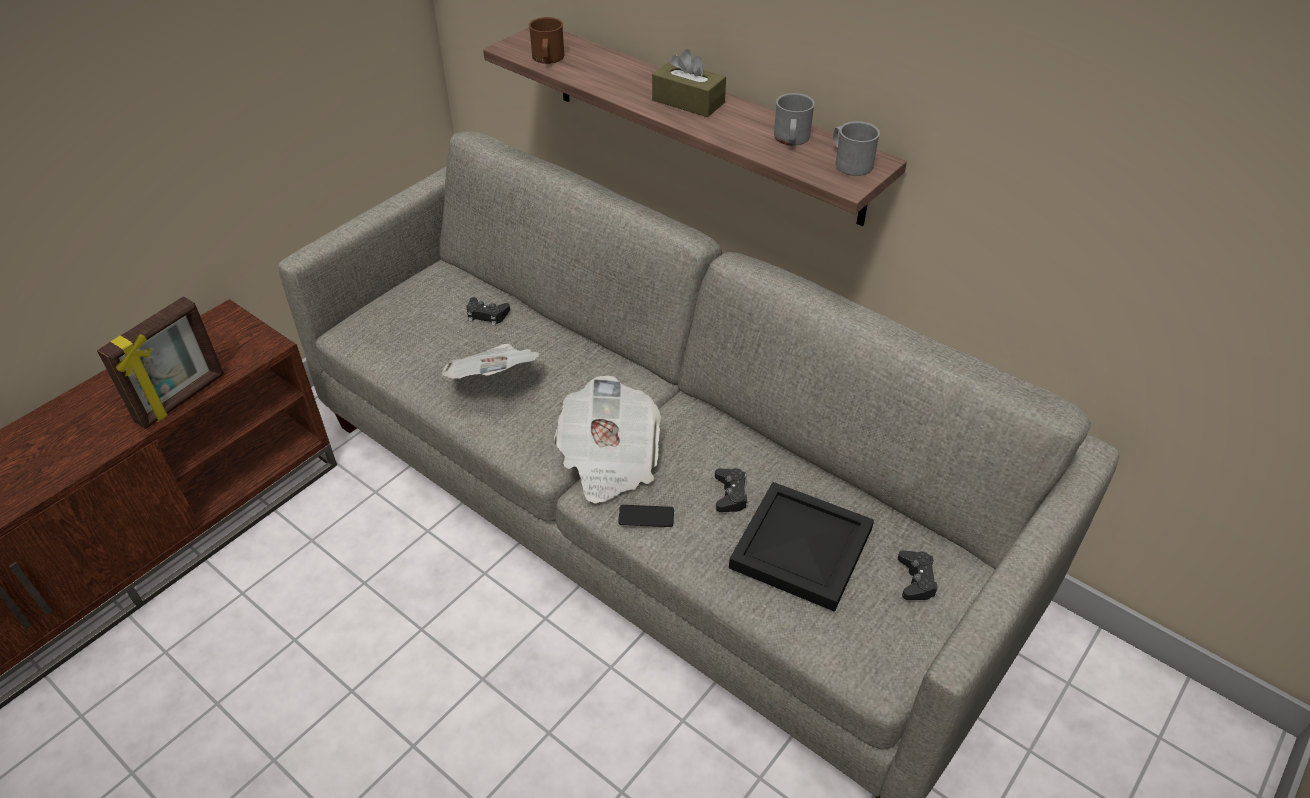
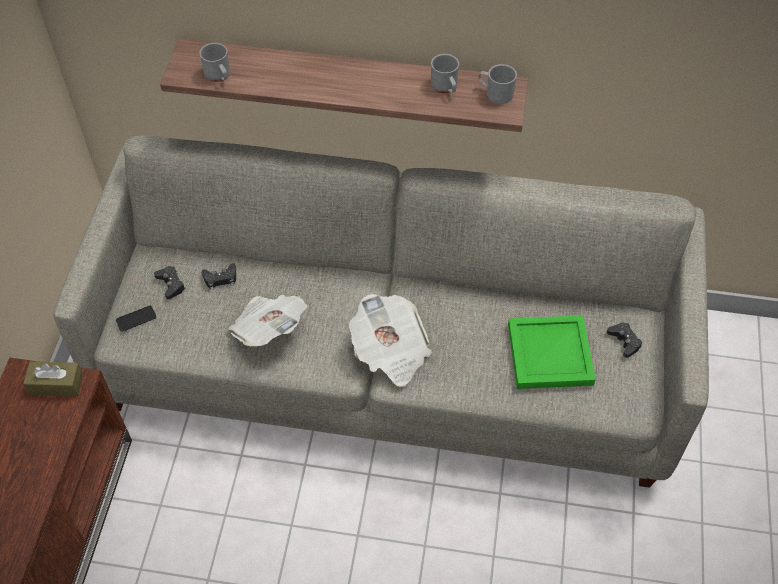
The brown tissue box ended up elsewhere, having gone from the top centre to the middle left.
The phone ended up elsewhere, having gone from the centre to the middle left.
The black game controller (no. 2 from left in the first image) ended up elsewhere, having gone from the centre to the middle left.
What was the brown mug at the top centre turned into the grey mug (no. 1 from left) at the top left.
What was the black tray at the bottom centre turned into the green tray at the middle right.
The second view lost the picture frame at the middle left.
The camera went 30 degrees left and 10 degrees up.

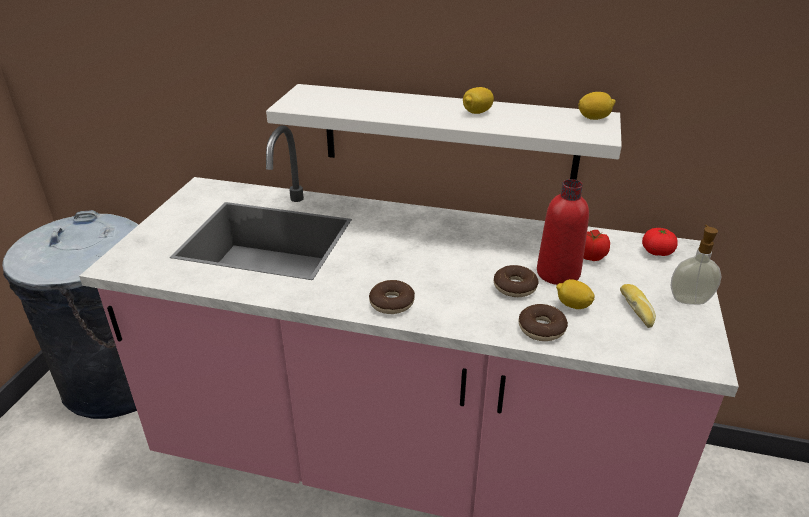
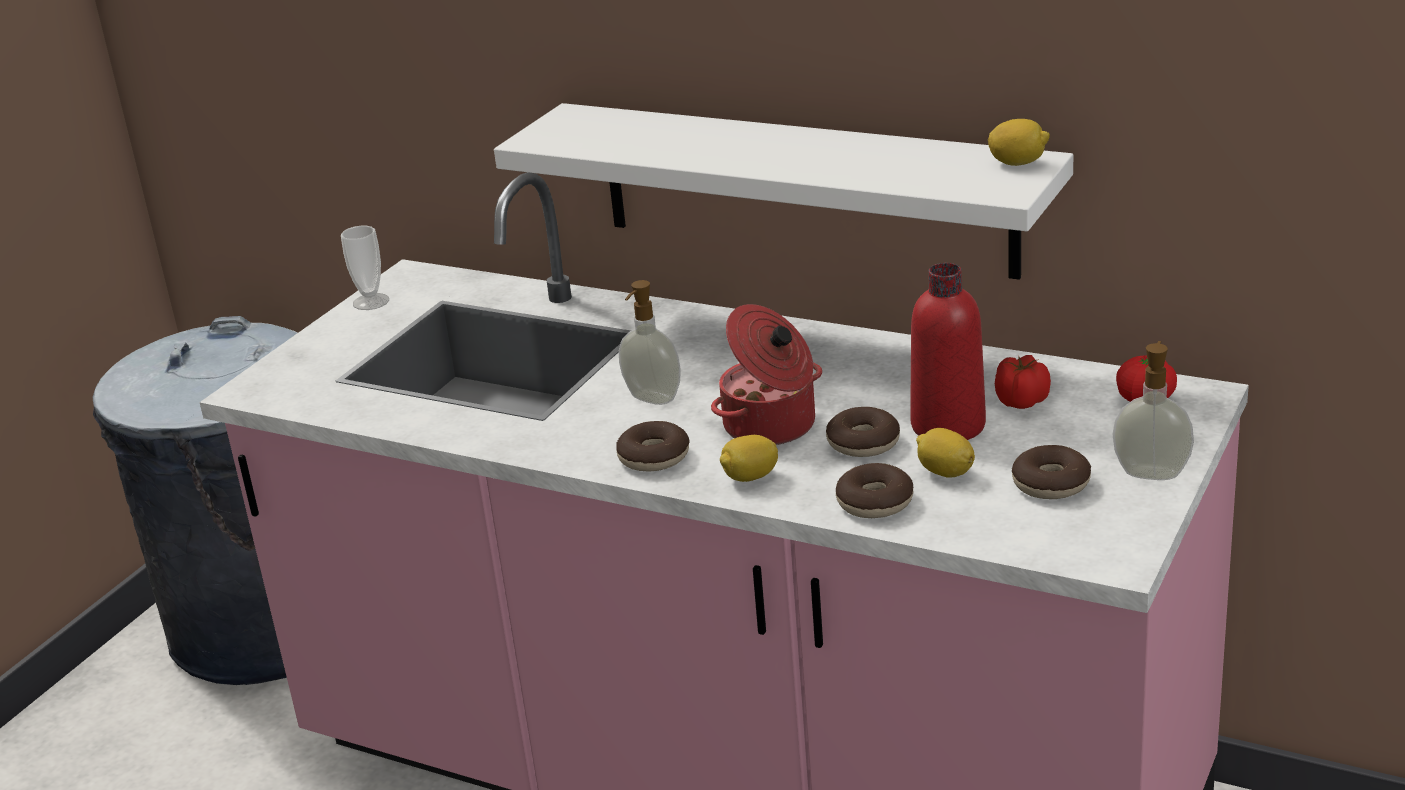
The second view gained the cup at the middle left.
The second view gained the soap dispenser (no. 1 from left) at the centre.
The second view gained the cooking pot at the centre.
The lemon (no. 1 from left) ended up elsewhere, having gone from the top centre to the centre.
Where the bread stood at the middle right, the donut (no. 4 from left) came to stand at the middle right.
The camera went 15 degrees right and 5 degrees down.

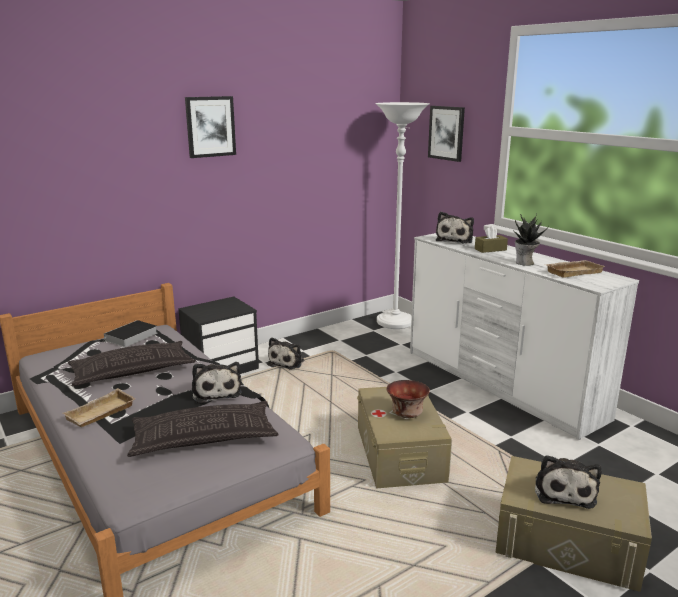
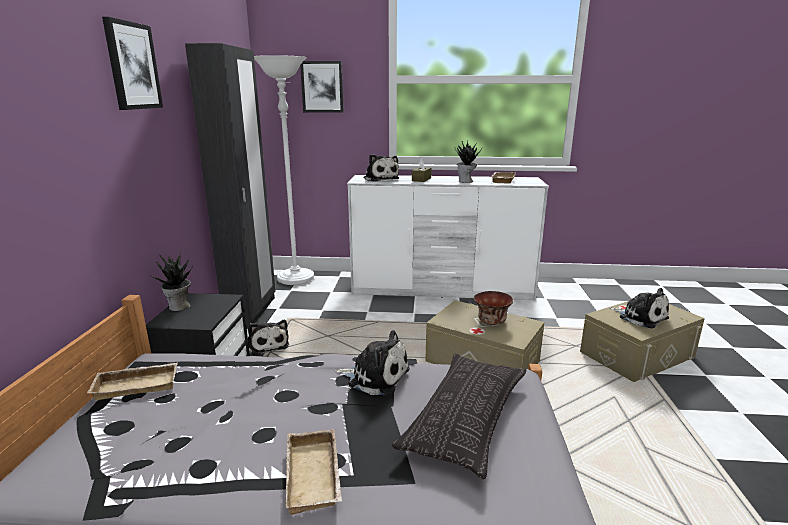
Where the book stood at the middle left, the beige tray (no. 1 from left) came to stand at the bottom left.
The second view gained the potted plant (no. 1 from left) at the middle left.
The second view gained the black wardrobe at the middle left.
The second view lost the pillow (no. 1 from left) at the middle left.
The camera went 50 degrees left and 0 degrees up.

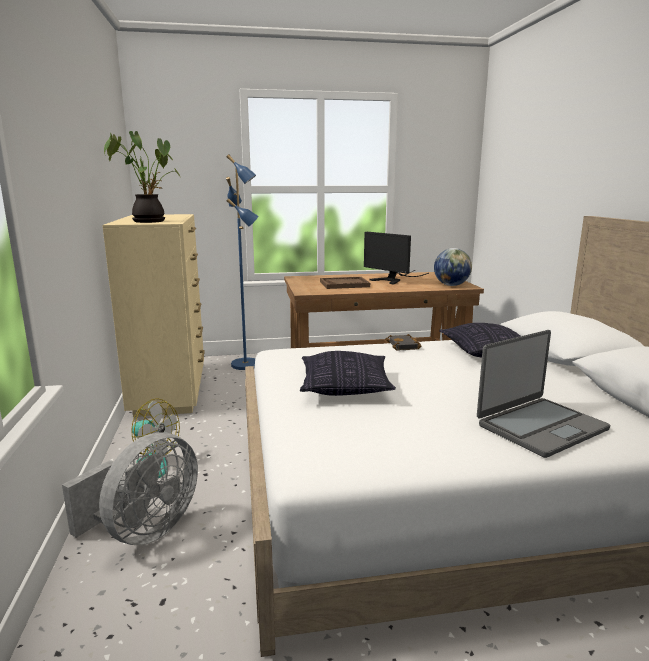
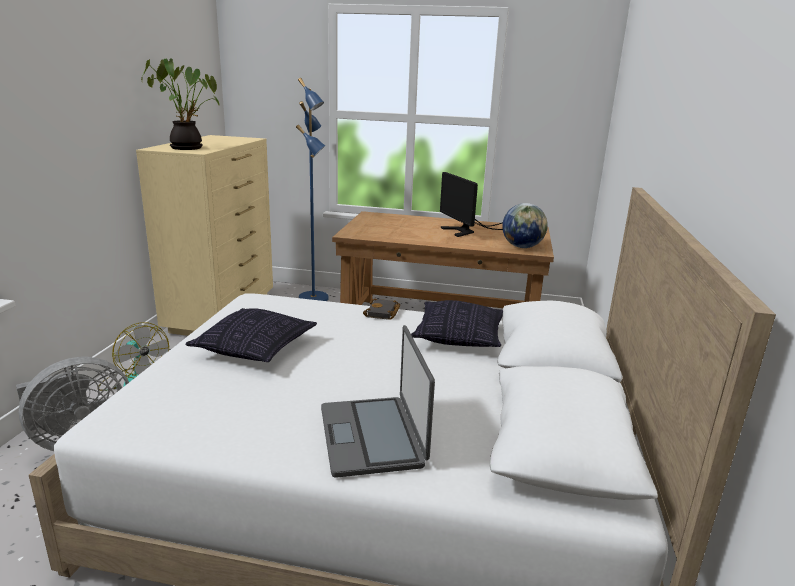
The laptop at the middle right ended up facing another way, 90 degrees clockwise from before.
The second view lost the brown tray at the centre.
The camera went 20 degrees right and 5 degrees up.

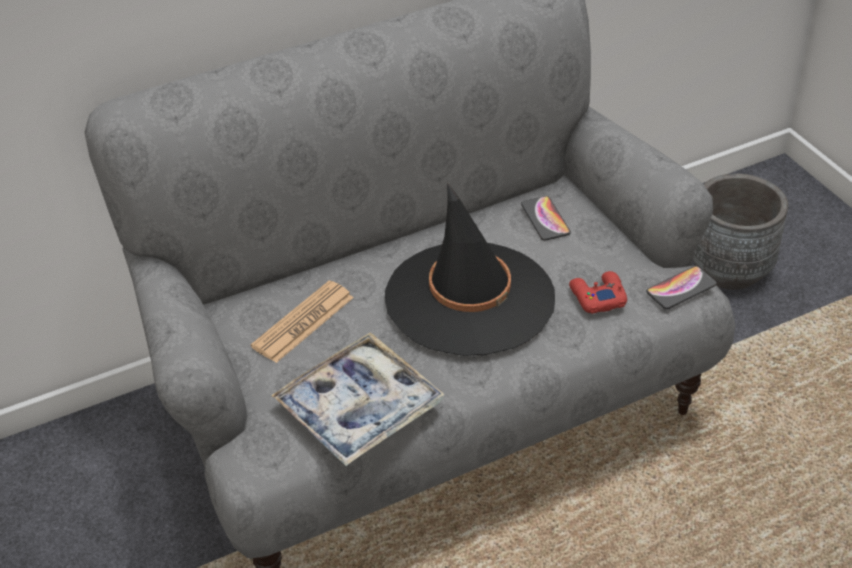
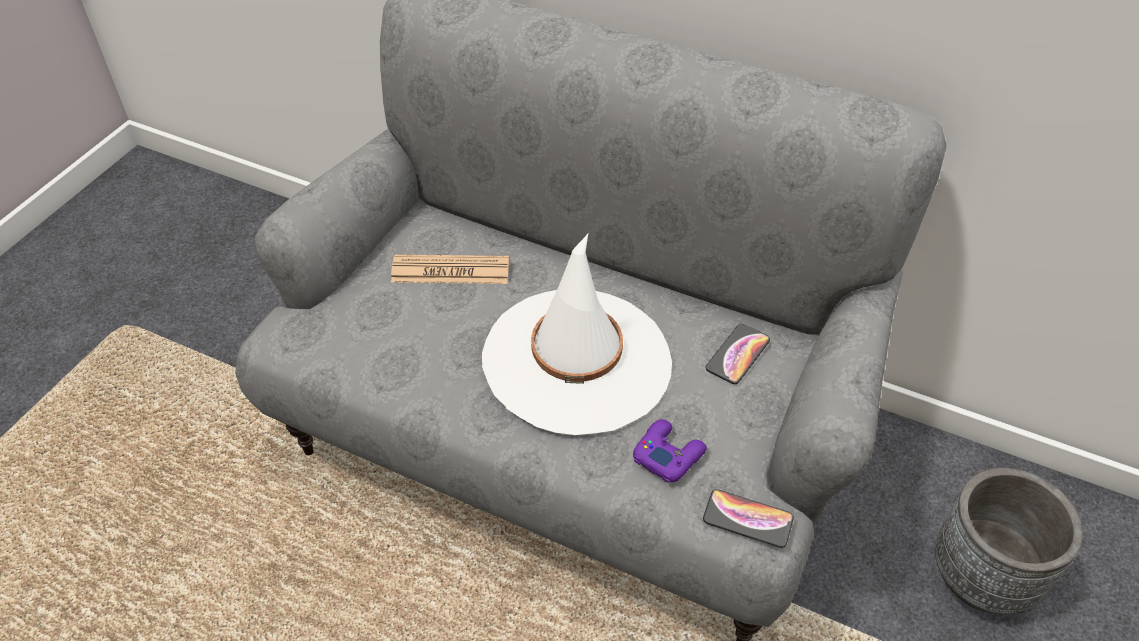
What was the black hat at the centre turned into the white hat at the centre.
What was the red game controller at the middle right turned into the purple game controller at the bottom centre.
The second view lost the tray at the bottom centre.
The camera went 50 degrees right and 5 degrees up.

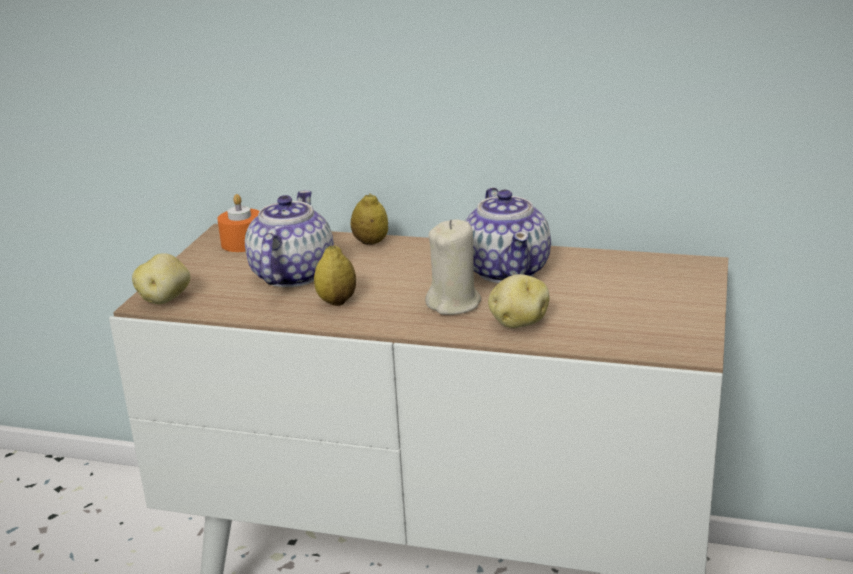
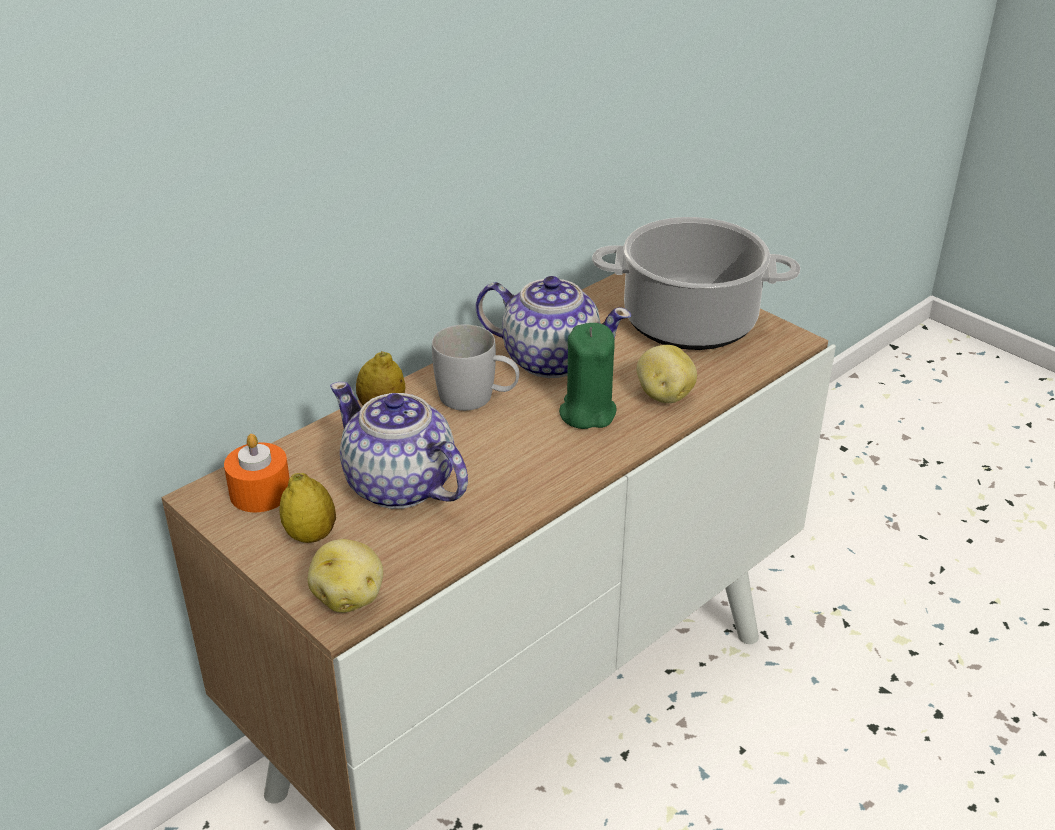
The lemon (no. 1 from left) ended up elsewhere, having gone from the centre to the middle left.
The second view gained the white mug at the centre.
What was the beige candle at the centre turned into the green candle at the centre.
The second view gained the cooking pot at the centre.
The camera went 60 degrees left and 10 degrees up.

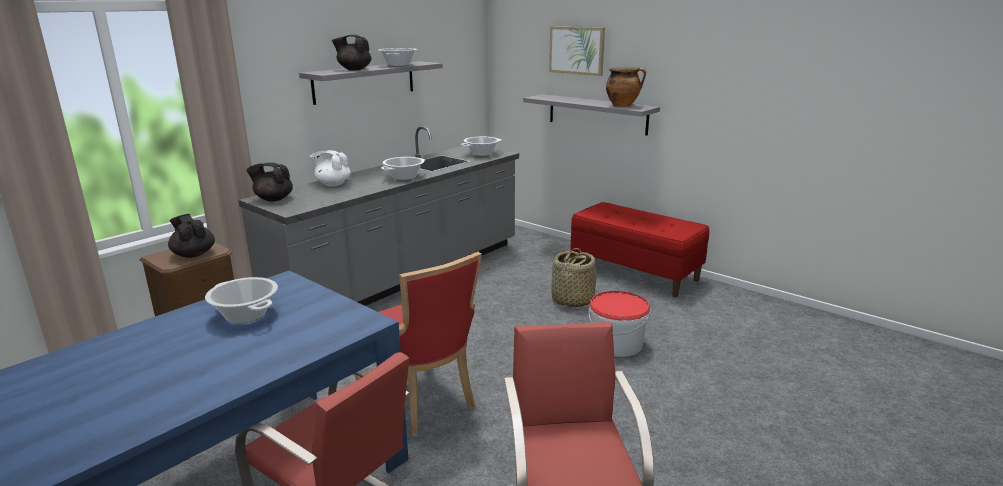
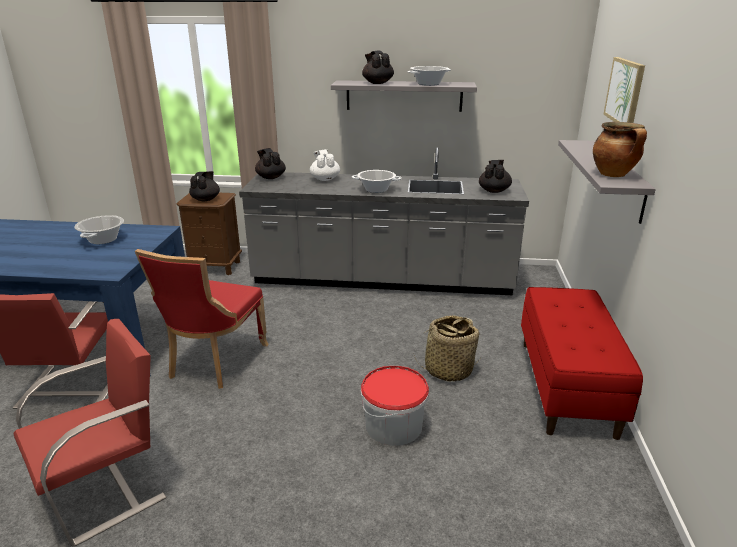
Where the cooking pot (no. 4 from left) stood at the top centre, the black teapot (no. 4 from left) came to stand at the top right.
The camera went 55 degrees right and 5 degrees up.

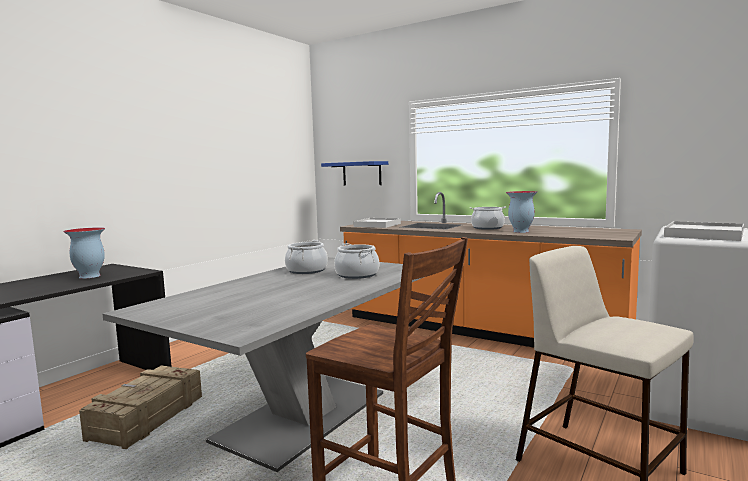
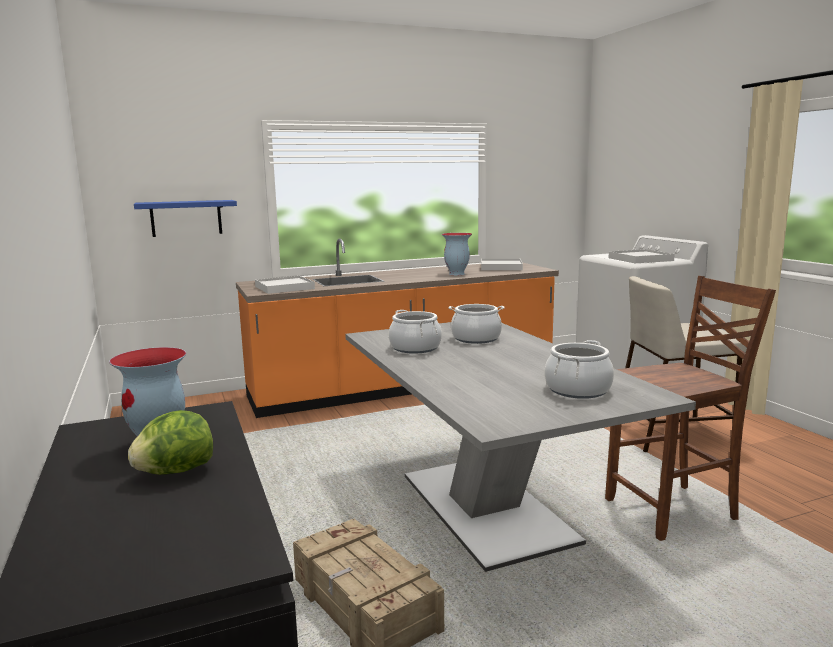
The second view gained the lettuce at the bottom left.
The second view gained the white tray (no. 2 from left) at the centre.
The cooking pot (no. 3 from left) ended up elsewhere, having gone from the centre to the middle right.
The camera went 55 degrees left and 5 degrees up.

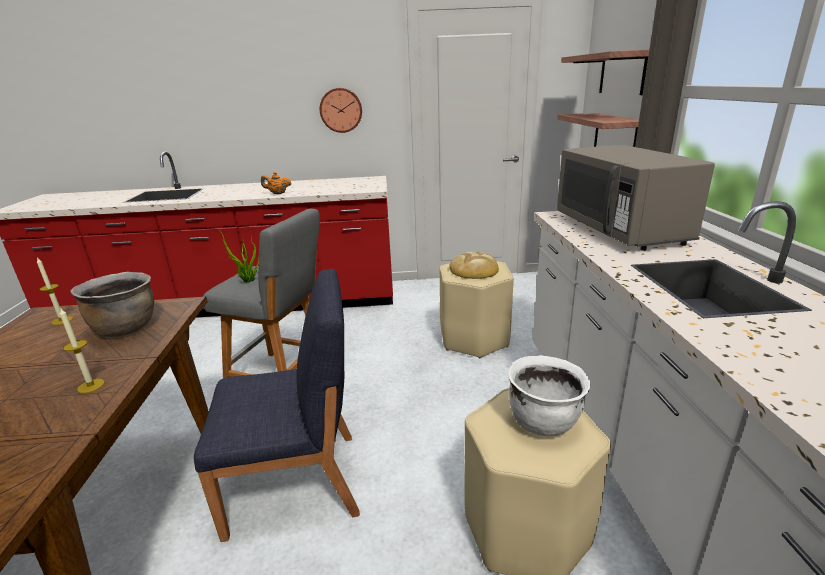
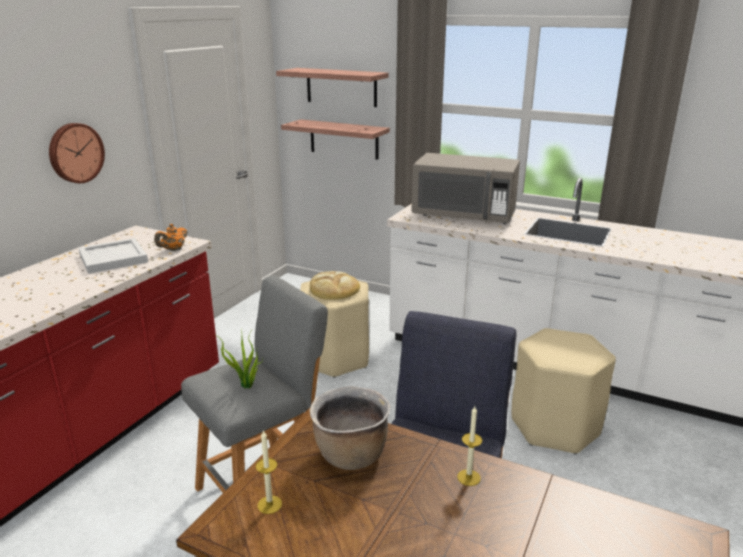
The second view gained the white tray at the middle left.
The orange teapot ended up elsewhere, having gone from the top centre to the middle left.
The second view lost the white cooking pot at the bottom centre.
The camera went 60 degrees left and 0 degrees up.

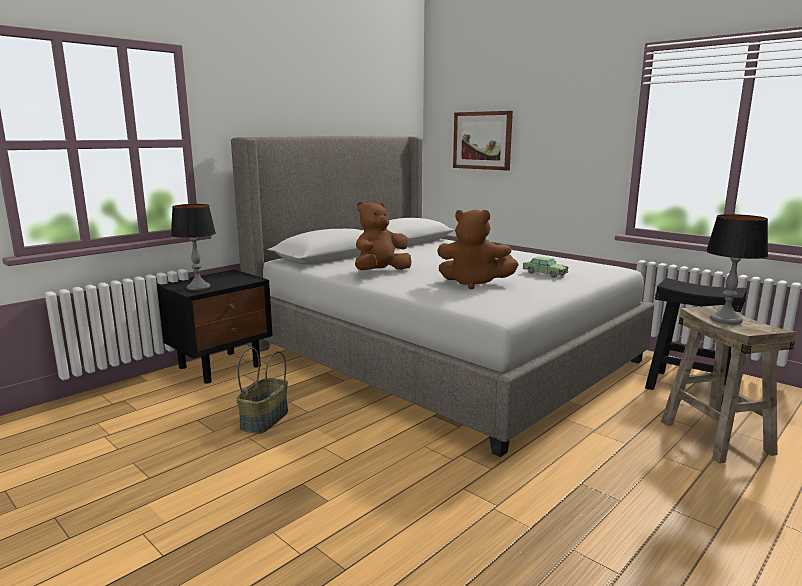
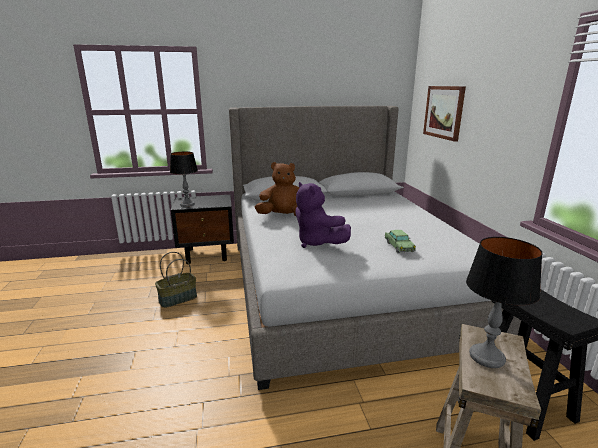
What was the brown plush toy (no. 2 from left) at the centre turned into the purple plush toy at the centre.
The camera went 35 degrees right and 5 degrees up.

